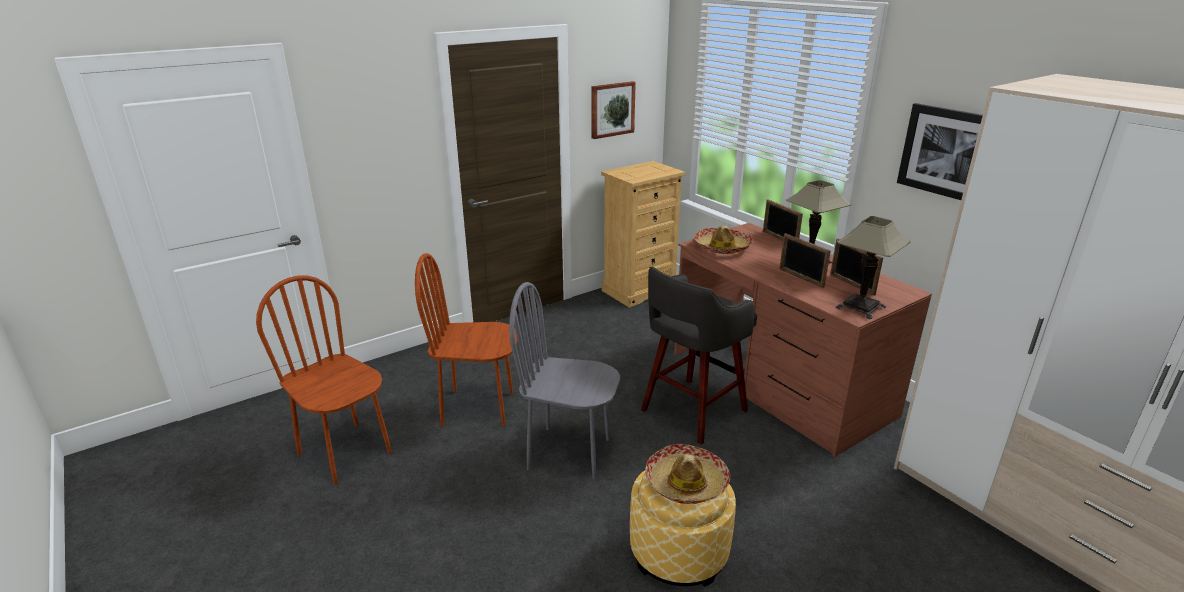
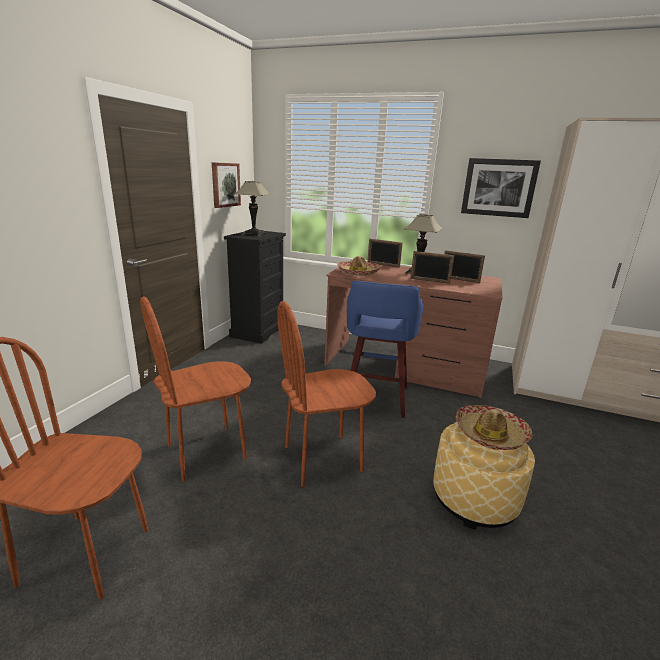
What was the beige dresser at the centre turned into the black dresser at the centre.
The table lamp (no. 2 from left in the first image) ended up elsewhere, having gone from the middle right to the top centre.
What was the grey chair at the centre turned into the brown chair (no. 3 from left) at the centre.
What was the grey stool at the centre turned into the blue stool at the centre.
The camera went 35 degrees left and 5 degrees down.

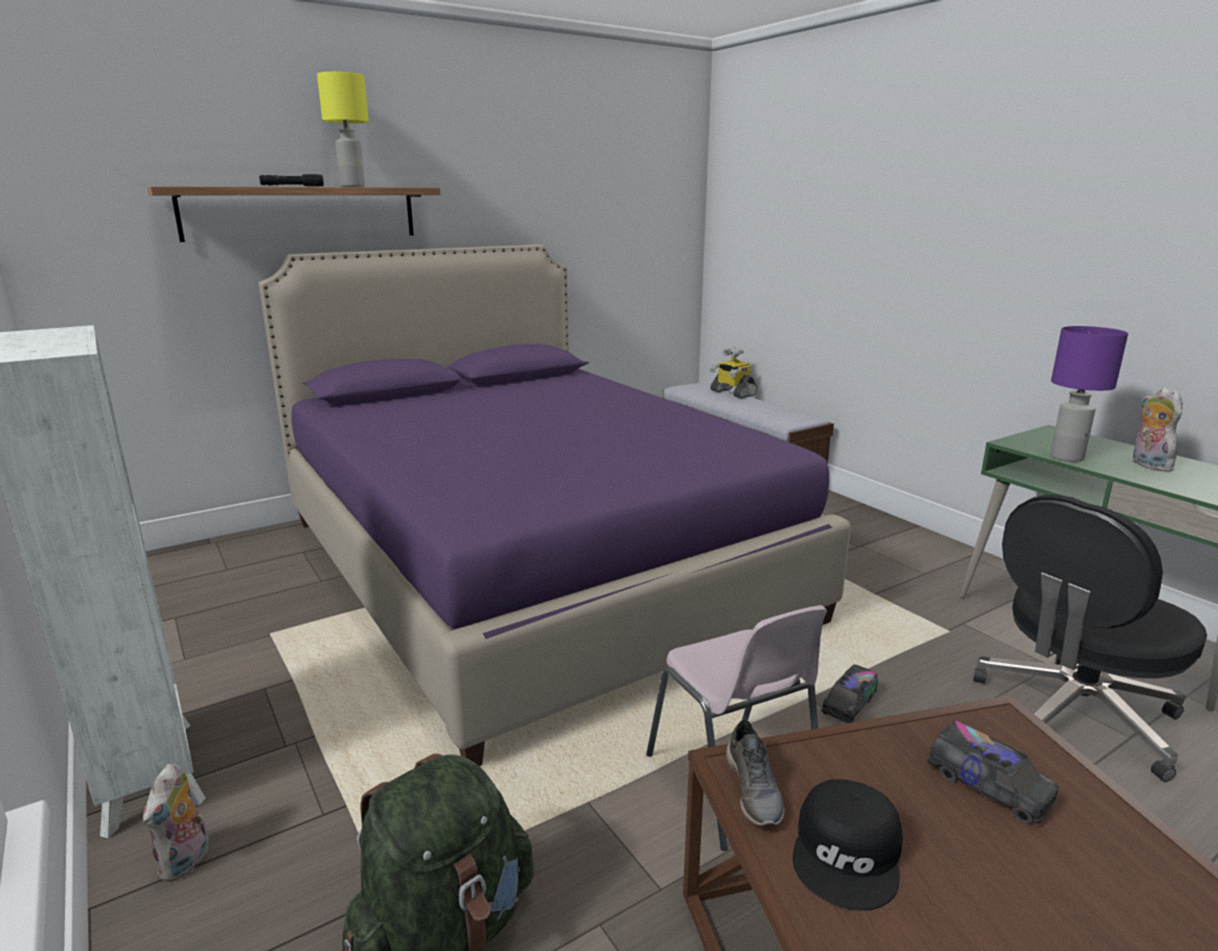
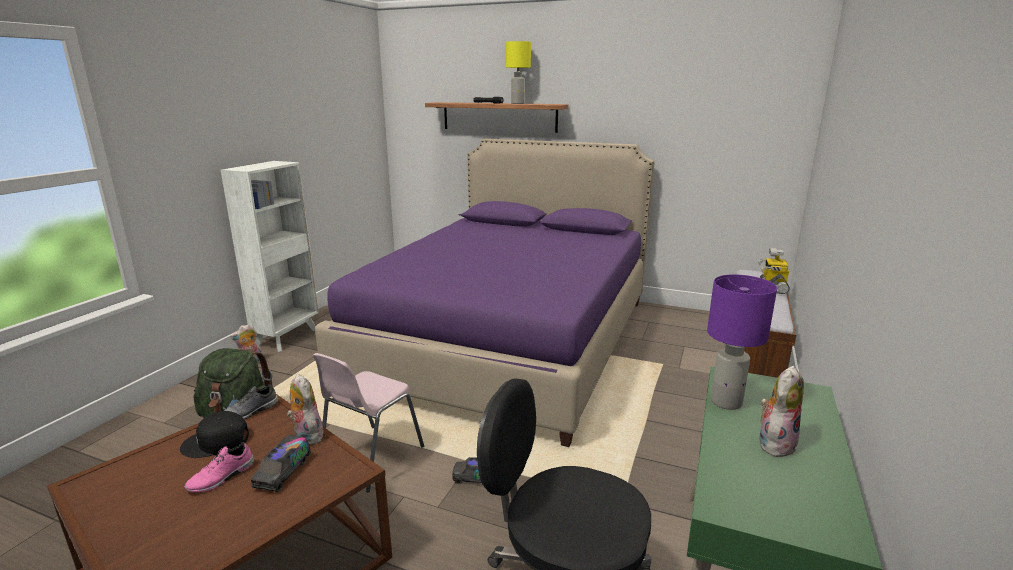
The second view gained the pink shoe at the bottom left.
The second view gained the plush toy (no. 2 from left) at the bottom left.
The camera went 55 degrees right and 0 degrees up.

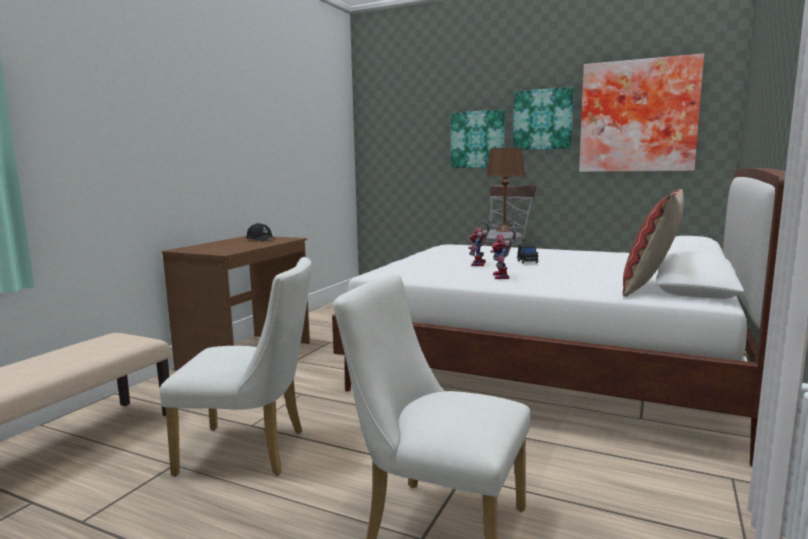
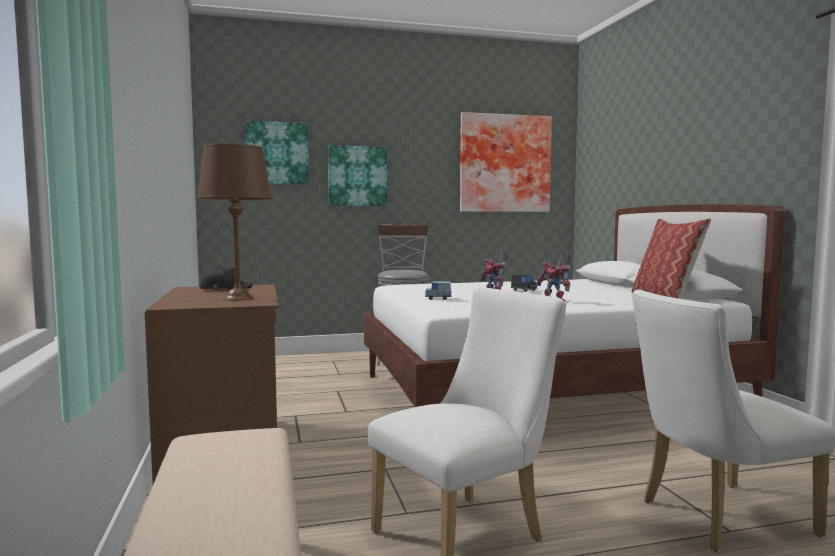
The brown table lamp ended up elsewhere, having gone from the centre to the middle left.
The picture (no. 2 from left in the first image) ended up elsewhere, having gone from the top right to the top left.
The second view gained the blue toy car at the centre.
The camera went 40 degrees left and 5 degrees down.

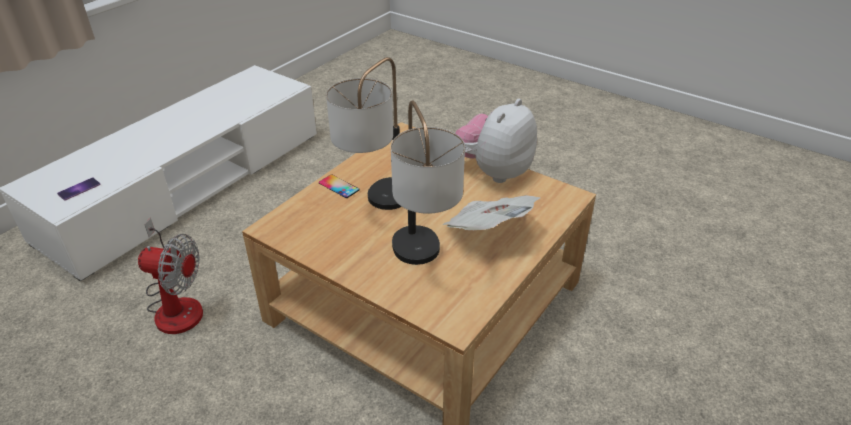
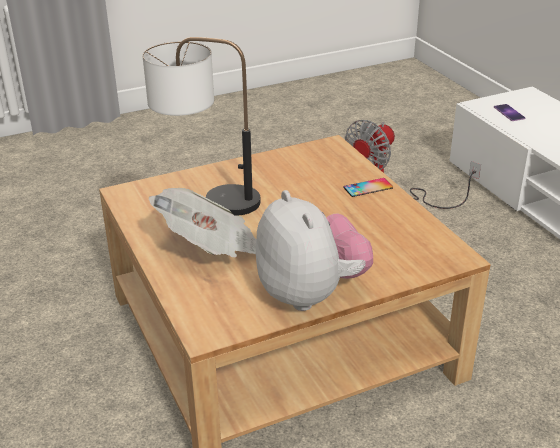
The second view lost the table lamp (no. 1 from left) at the top centre.
The camera went 120 degrees right and 5 degrees down.

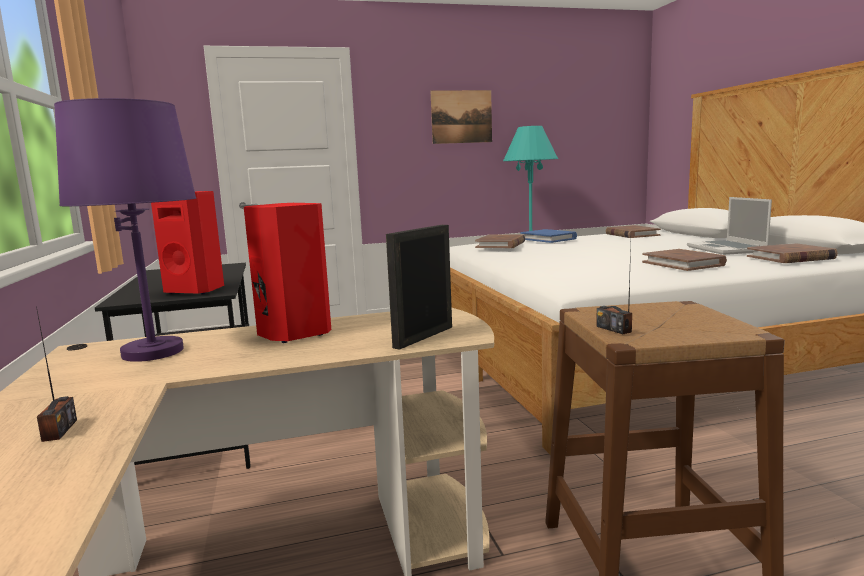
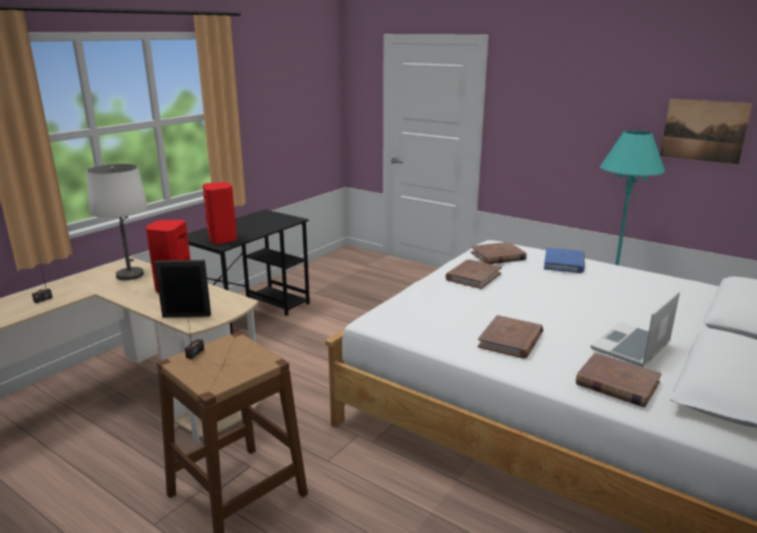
What was the purple table lamp at the middle left turned into the white table lamp at the middle left.
The brown book (no. 2 from left in the first image) ended up elsewhere, having gone from the middle right to the centre.
The picture ended up elsewhere, having gone from the top centre to the top right.
The camera went 50 degrees right and 10 degrees up.

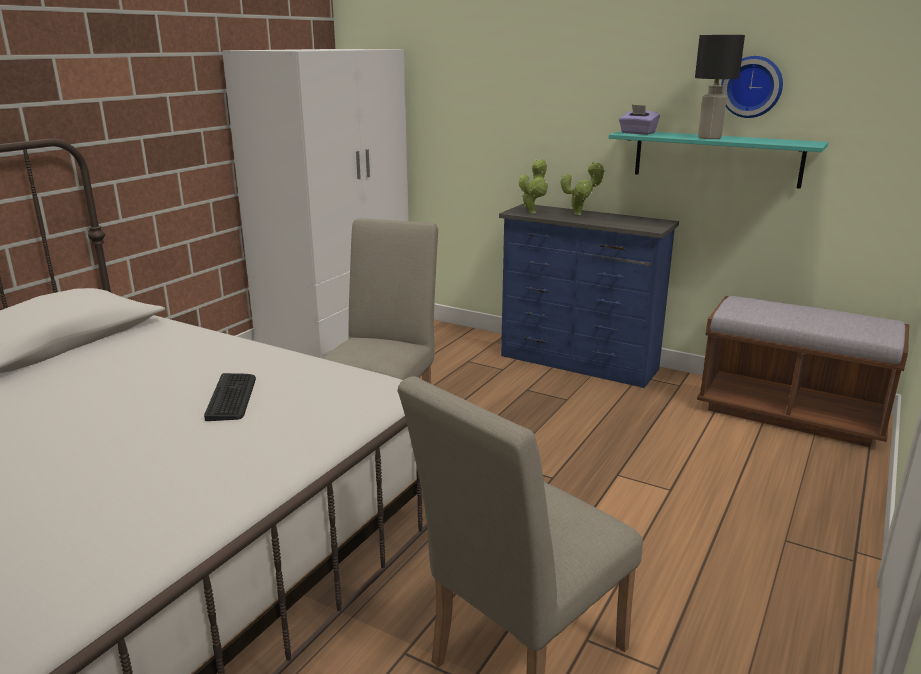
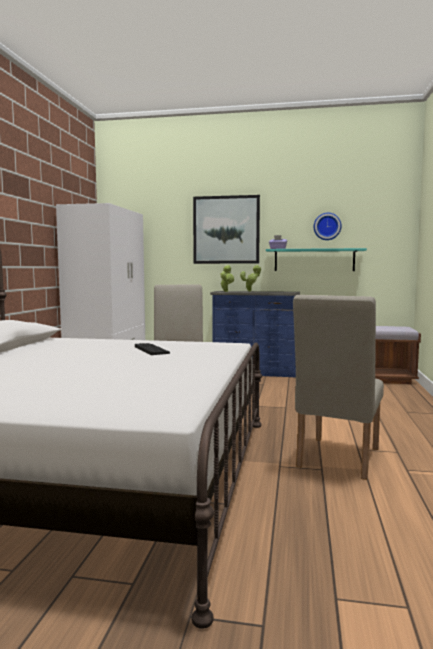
The second view gained the picture at the centre.
The second view lost the black table lamp at the top right.
The camera went 20 degrees left and 15 degrees down.

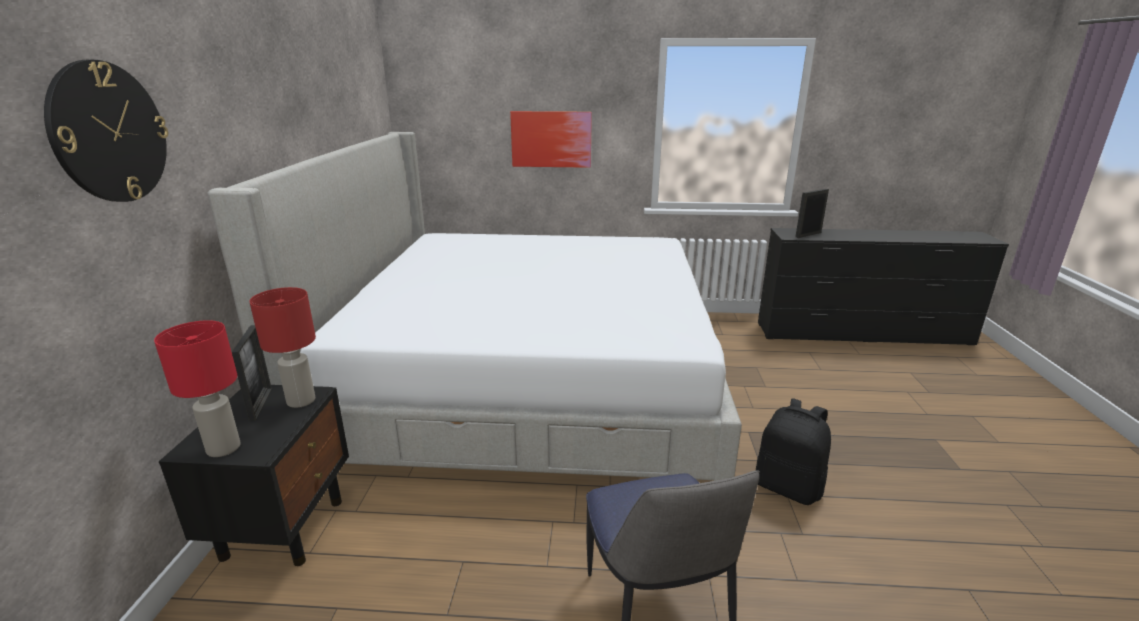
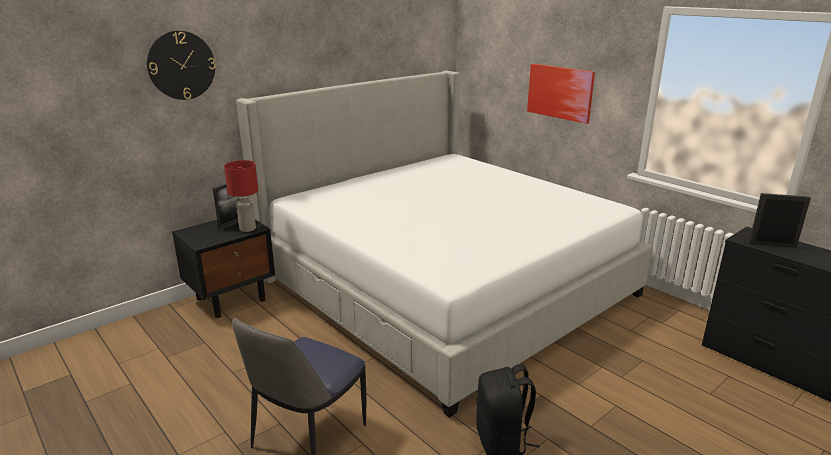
The second view lost the red table lamp (no. 1 from left) at the middle left.
The camera went 45 degrees right and 0 degrees up.

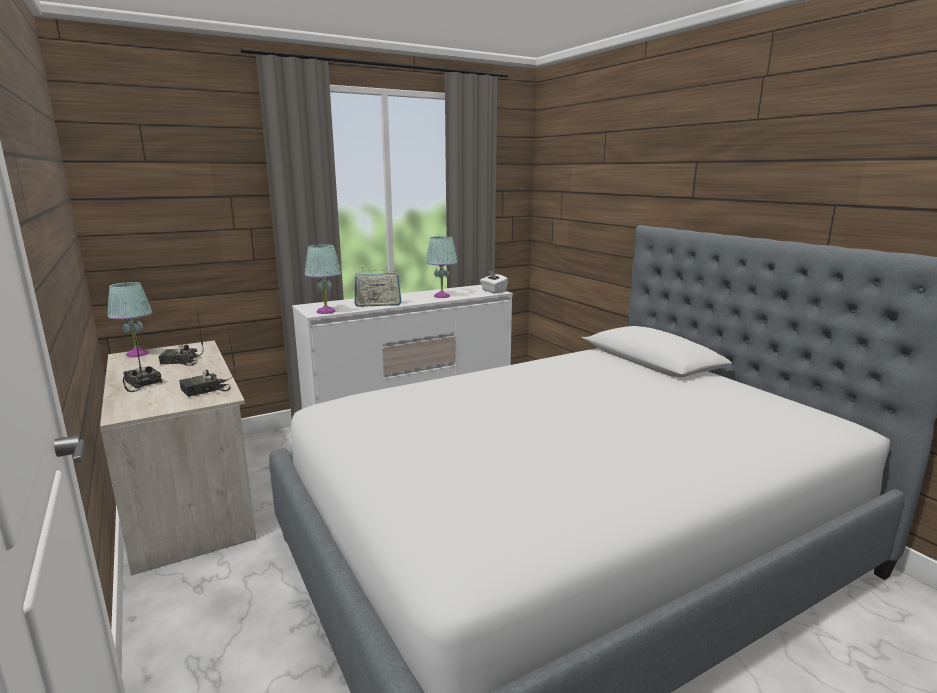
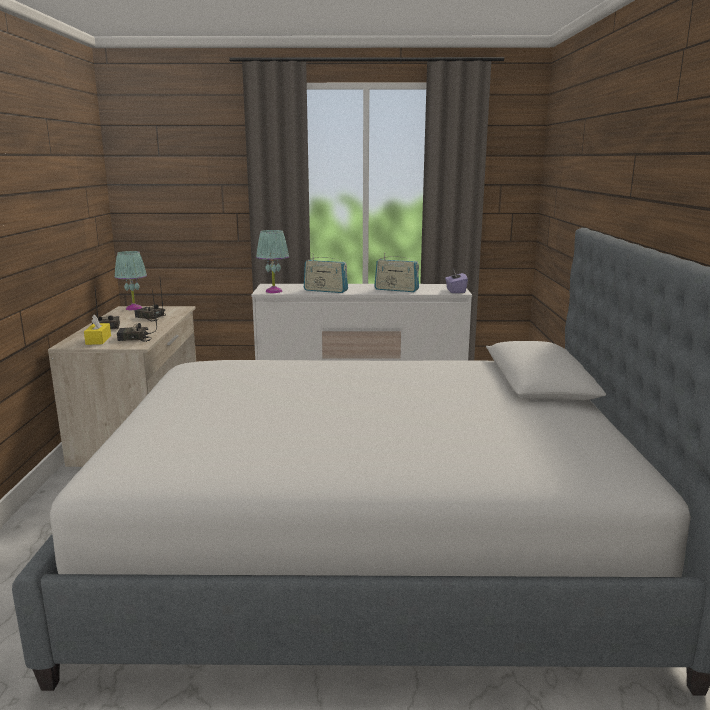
The second view gained the yellow tissue box at the middle left.
Where the turquoise table lamp (no. 3 from left) stood at the centre, the radio (no. 5 from left) came to stand at the centre.
What was the white tissue box at the centre turned into the purple tissue box at the centre.
The camera went 30 degrees right and 0 degrees up.

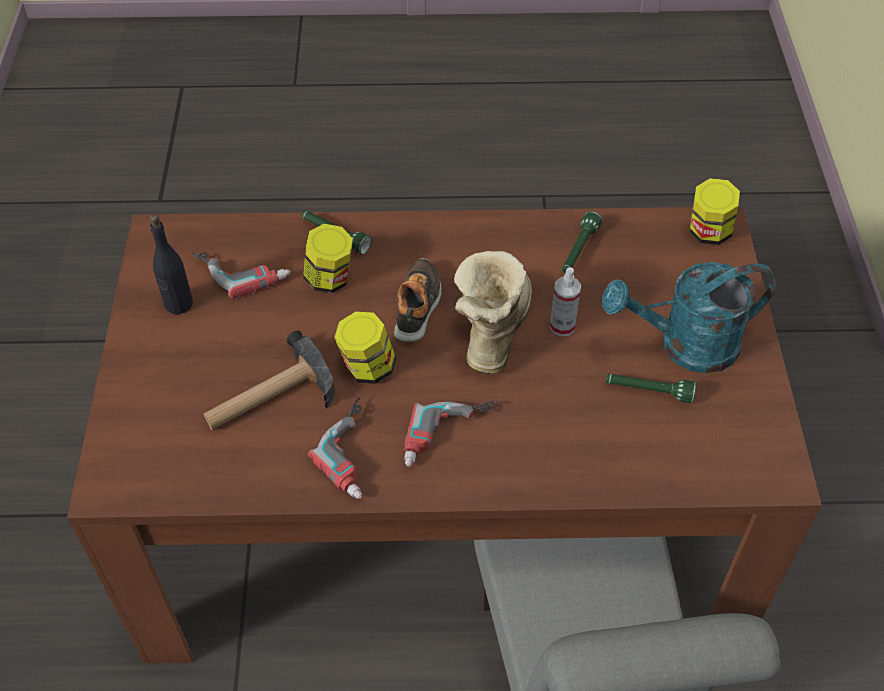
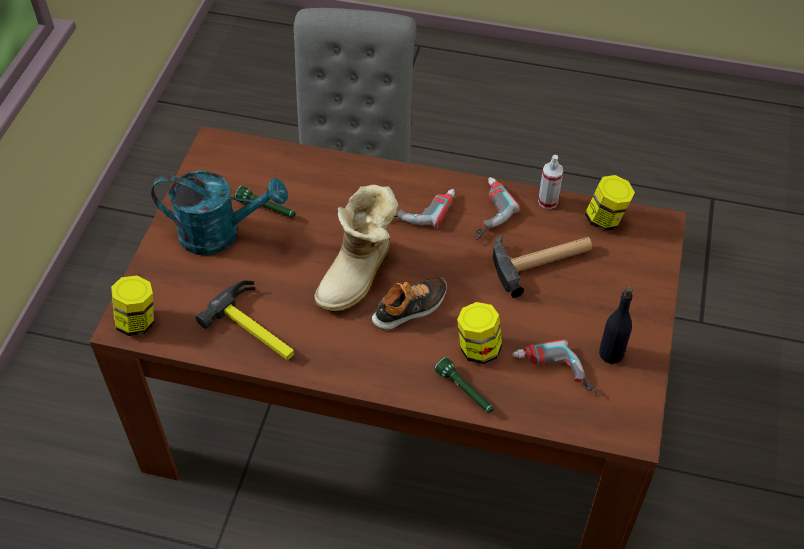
Where the green flashlight (no. 2 from left) stood at the centre, the hammer (no. 1 from left) came to stand at the middle left.
The shoe at the centre ended up facing another way, 150 degrees counterclockwise from before.
The spray bottle ended up elsewhere, having gone from the centre to the top right.
The jar (no. 2 from left in the first image) ended up elsewhere, having gone from the centre to the middle right.
The camera went 165 degrees left and 0 degrees up.

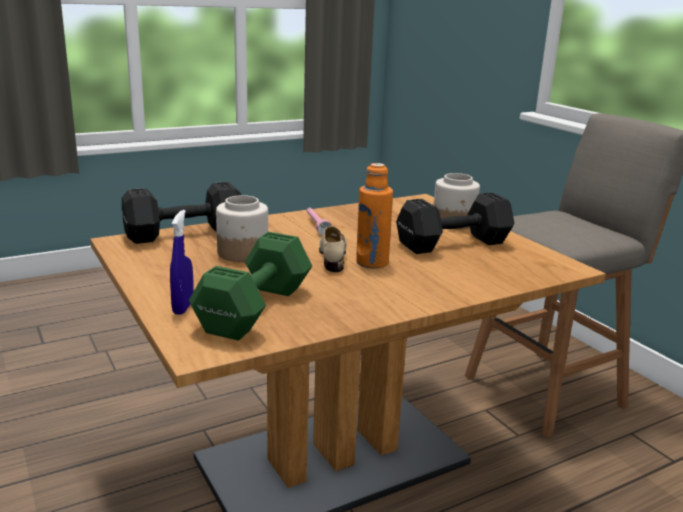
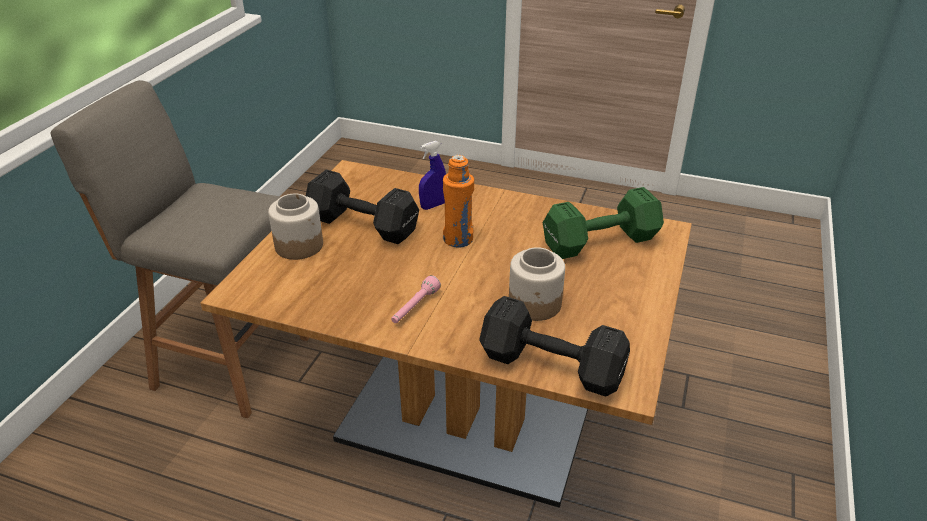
The blue spray bottle ended up elsewhere, having gone from the middle left to the centre.
The second view lost the beige shoe at the centre.
The camera went 130 degrees left and 15 degrees up.

